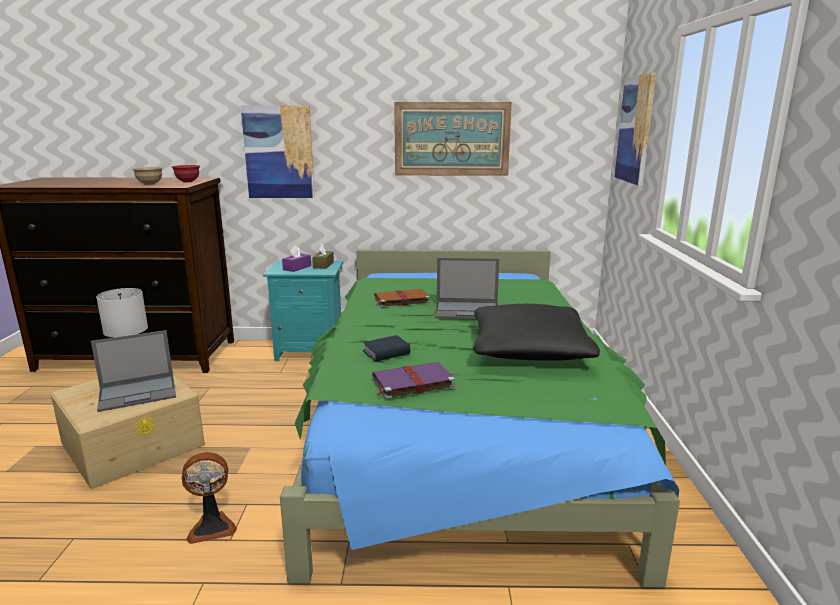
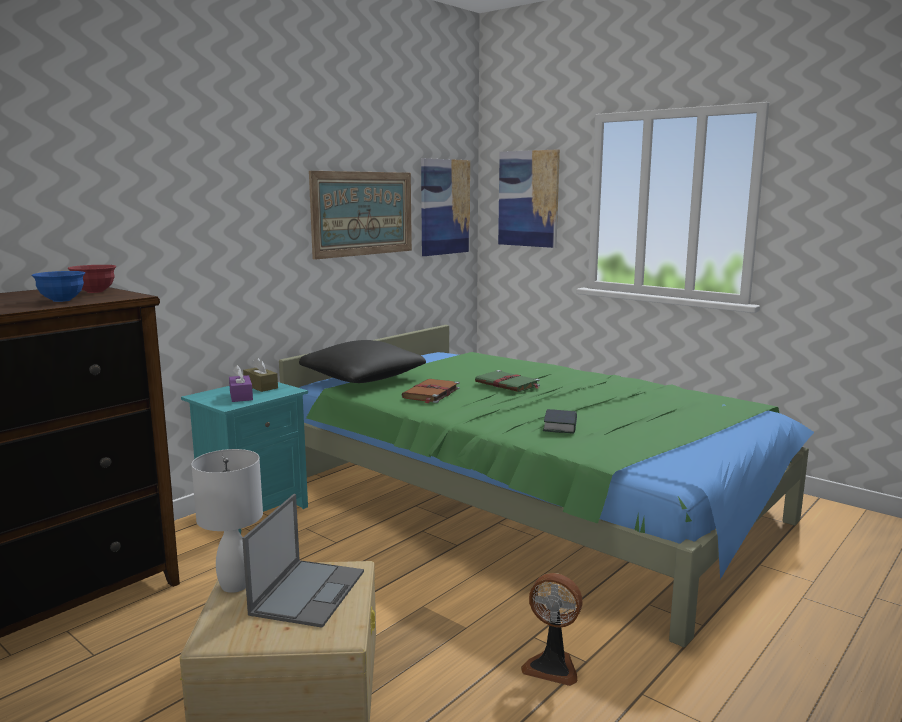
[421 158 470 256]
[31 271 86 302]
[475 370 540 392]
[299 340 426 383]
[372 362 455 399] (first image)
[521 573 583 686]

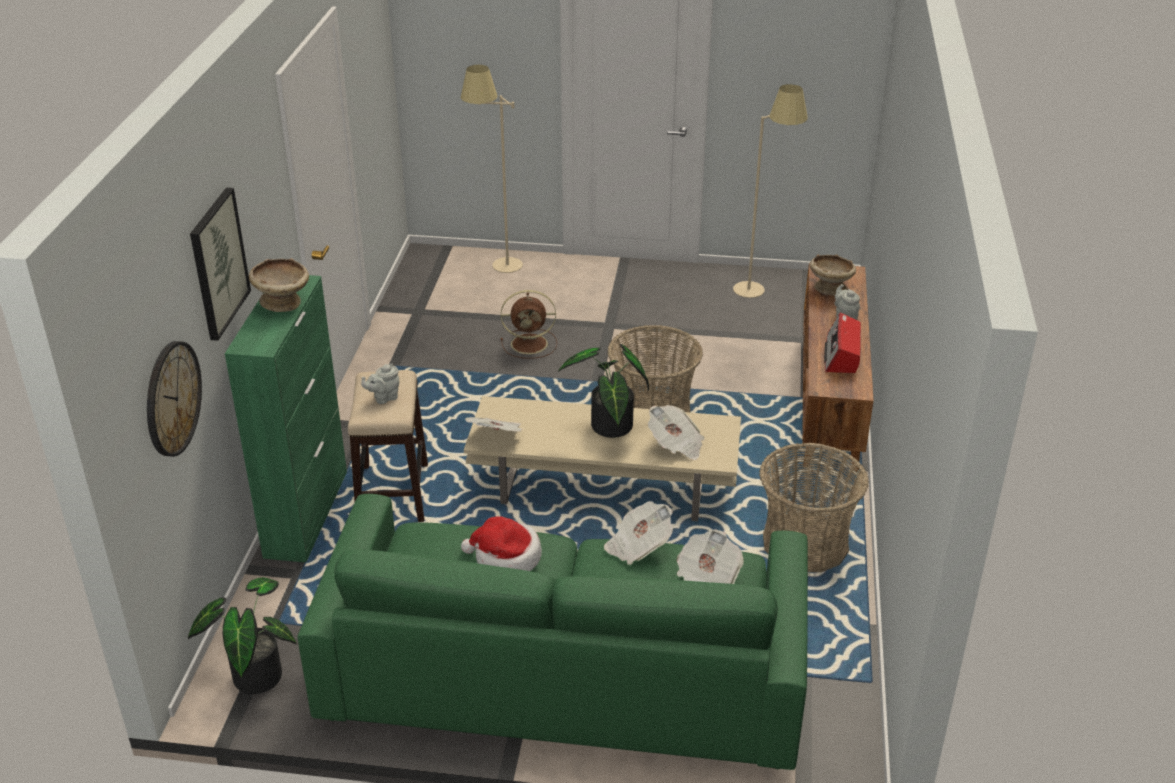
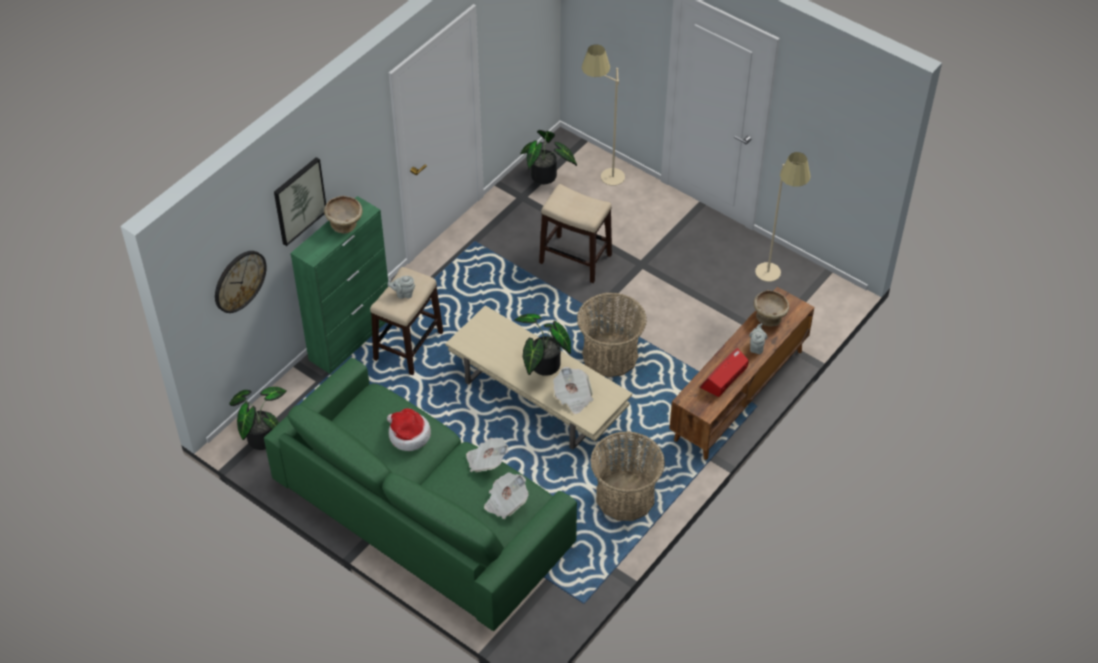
[539 184 612 283]
[465 417 523 432] (first image)
[520 130 577 184]

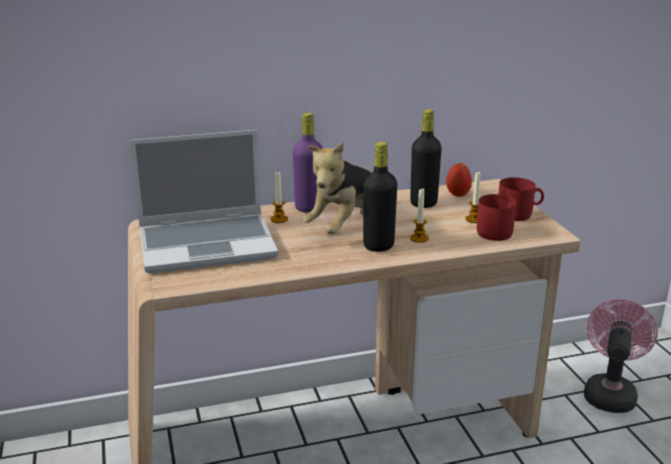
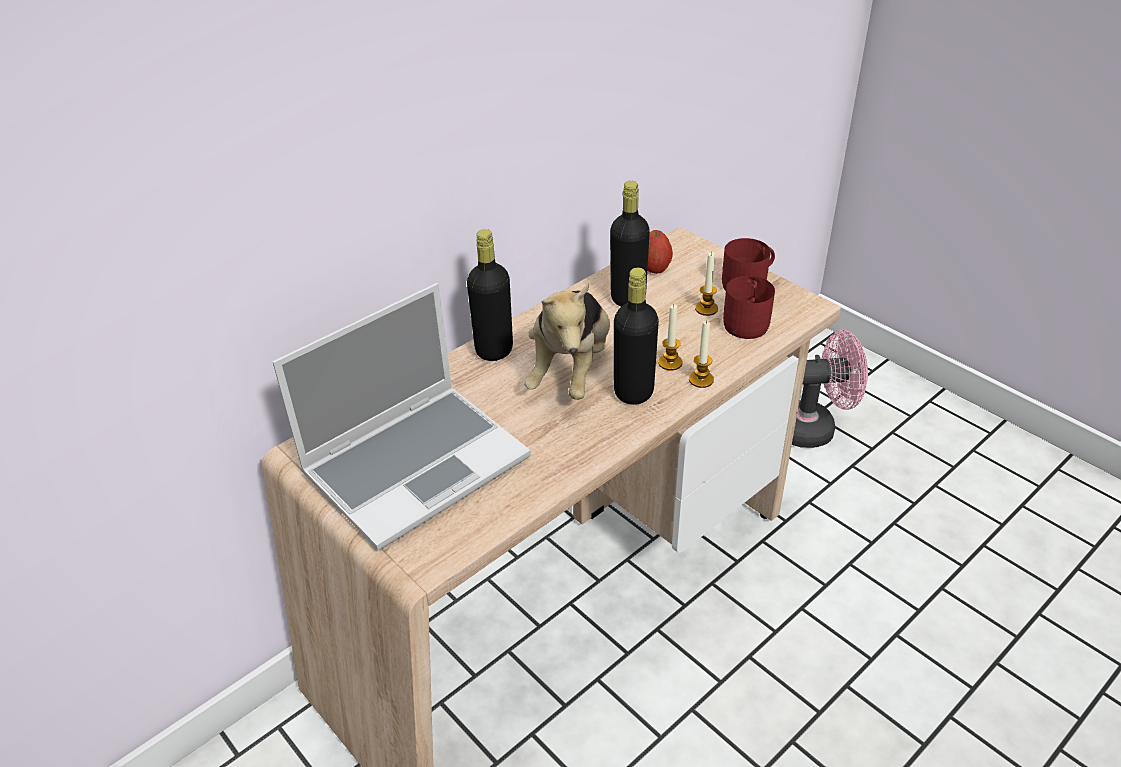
[467 229 513 361]
[689 320 714 388]
[792 330 868 448]

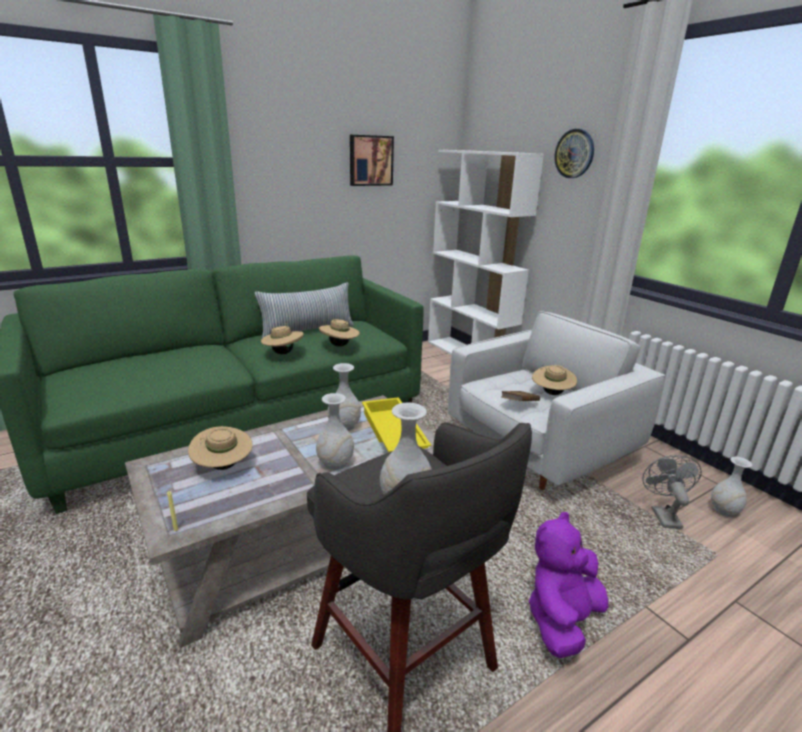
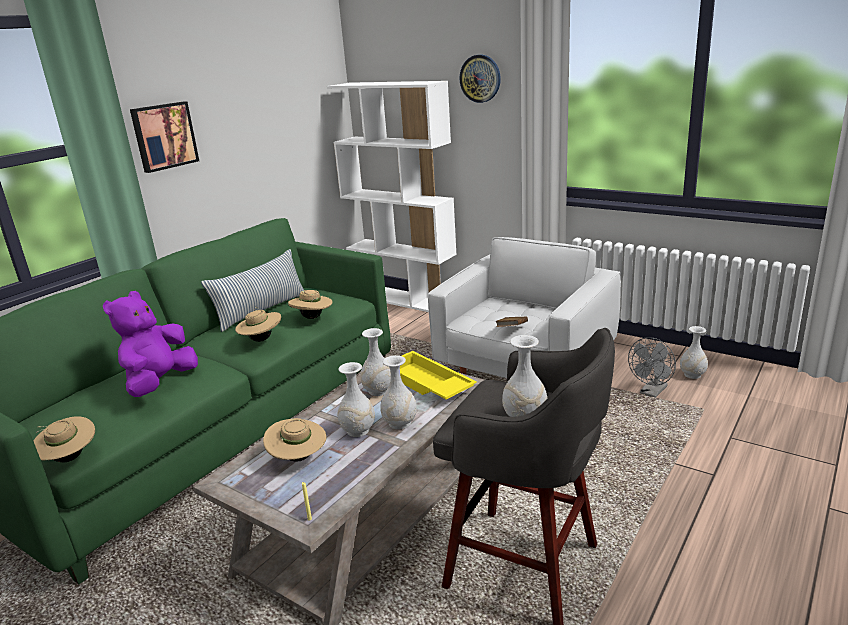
[130 102 199 173]
[33 416 95 463]
[628 337 676 398]
[103 291 198 397]
[337 362 375 437]

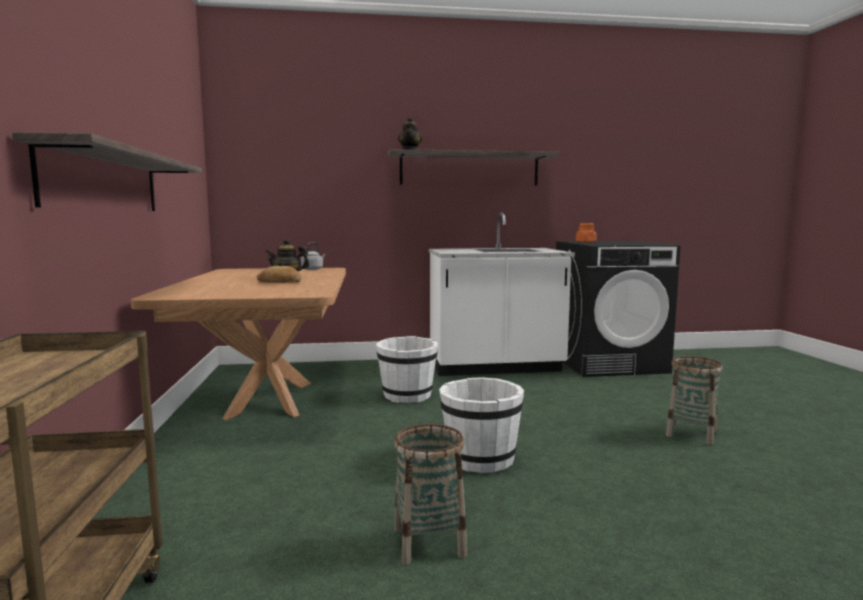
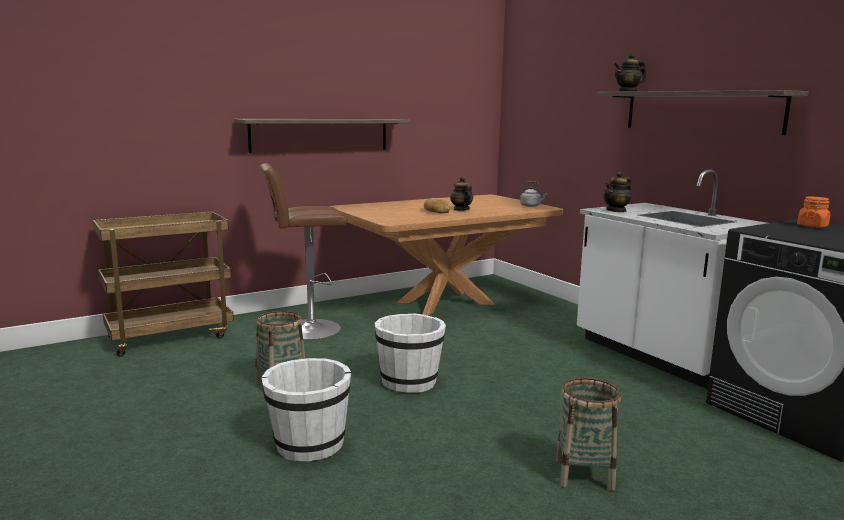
[261 358 351 461]
[260 163 347 340]
[603 171 631 212]

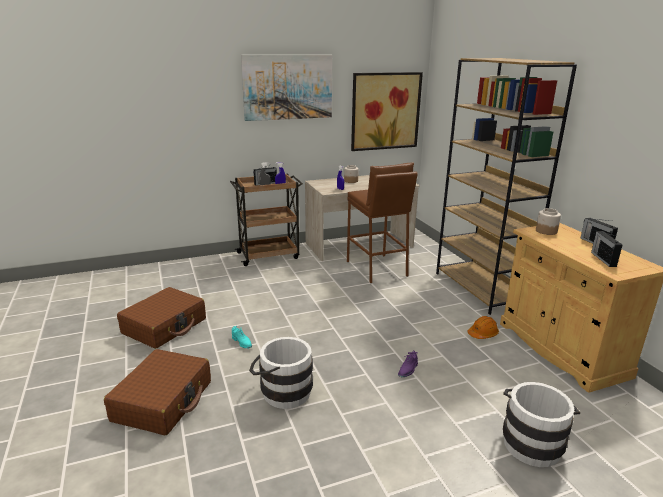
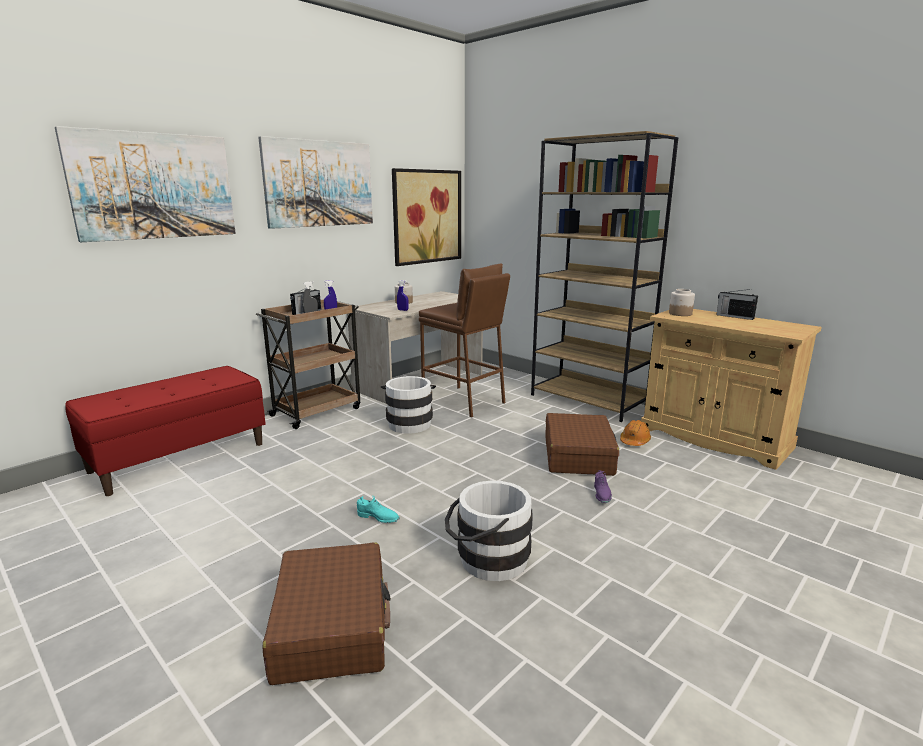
[591 231 623 267] (first image)
[545 413 619 476]
[381 376 436 434]
[55 126 236 242]
[65 366 266 496]

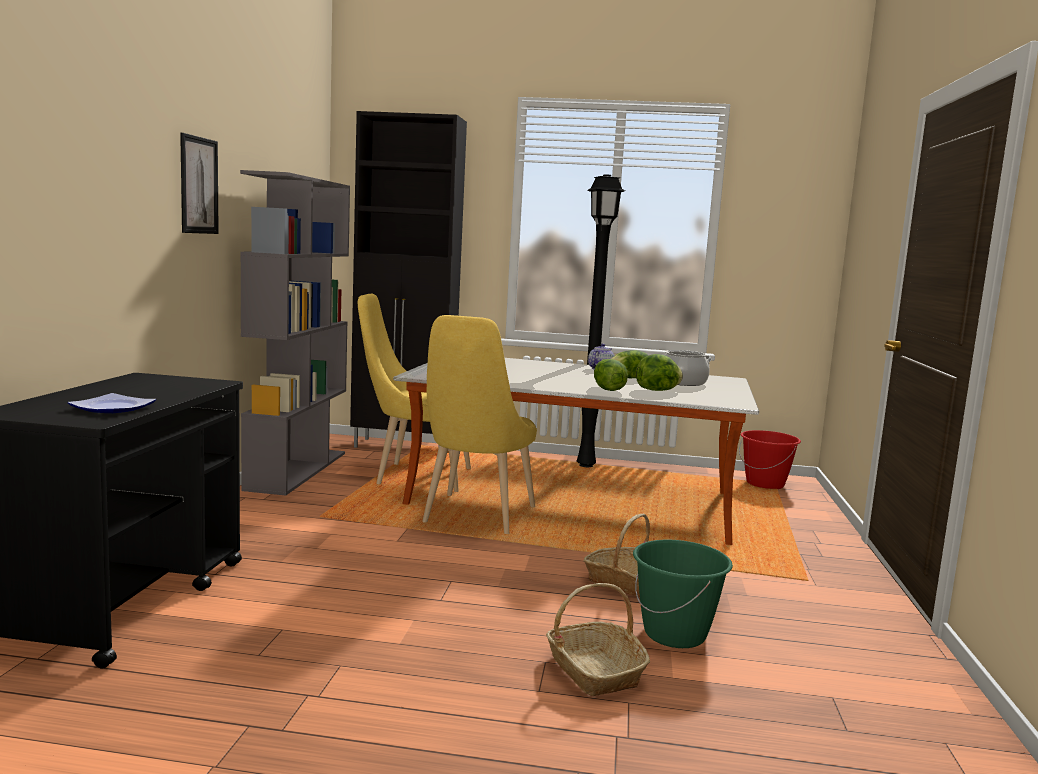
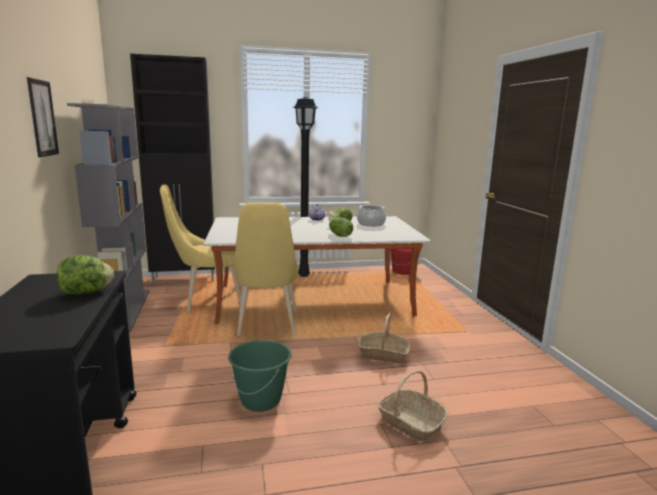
[57 255 114 294]
[68 393 156 413] (first image)
[228 340 292 412]

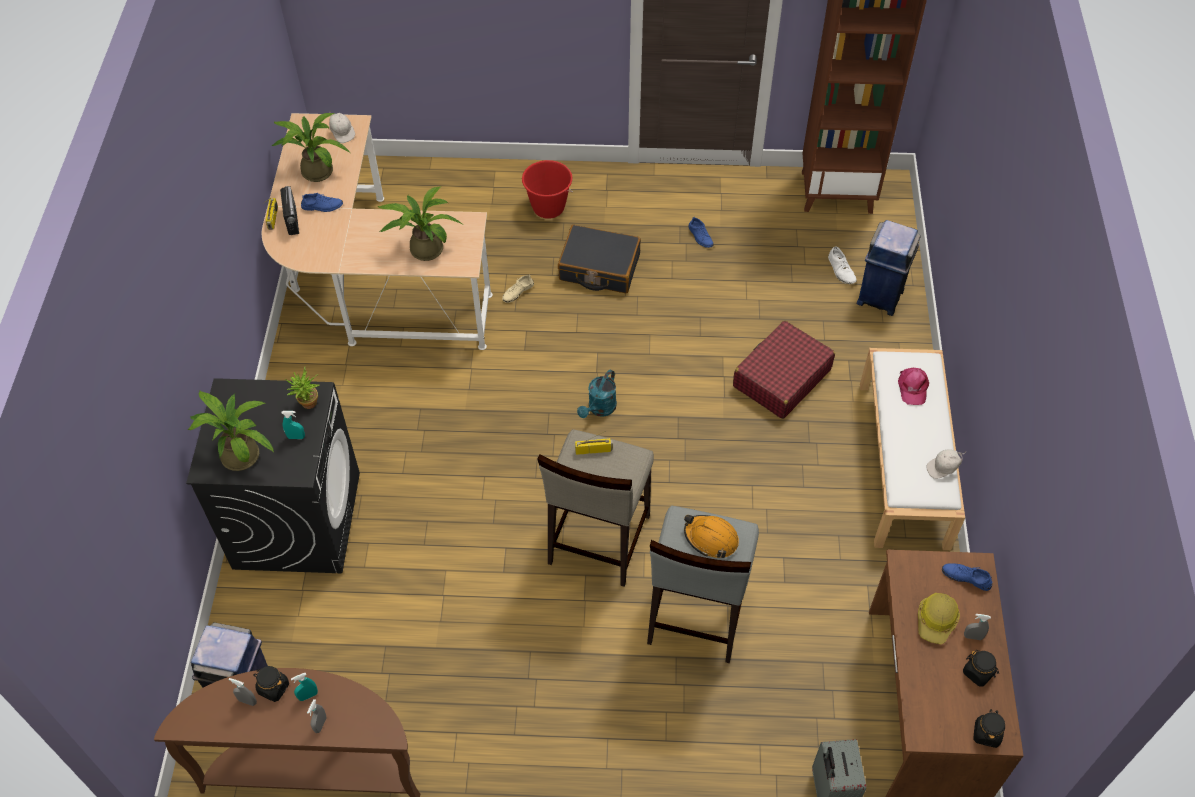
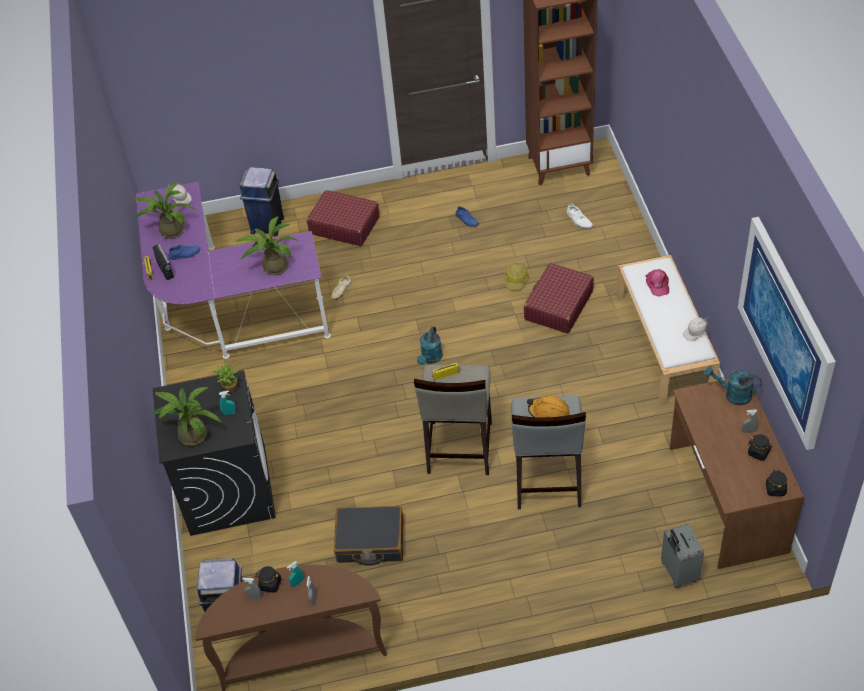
[136 182 331 359]
[307 190 380 246]
[239 167 284 236]
[334 506 403 566]
[704 366 761 405]
[505 263 529 290]
[738 217 836 450]

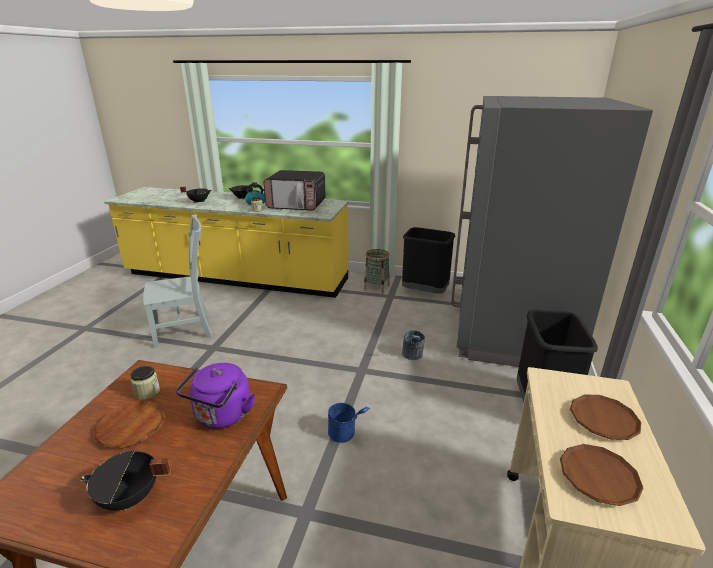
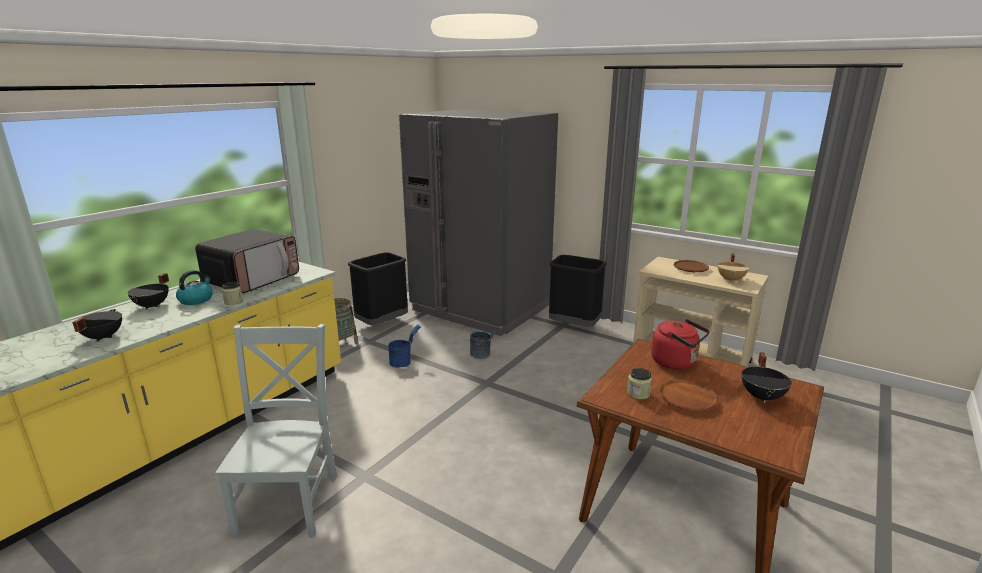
[651 319 710 369]
[388 324 421 368]
[718 253 749 282]

